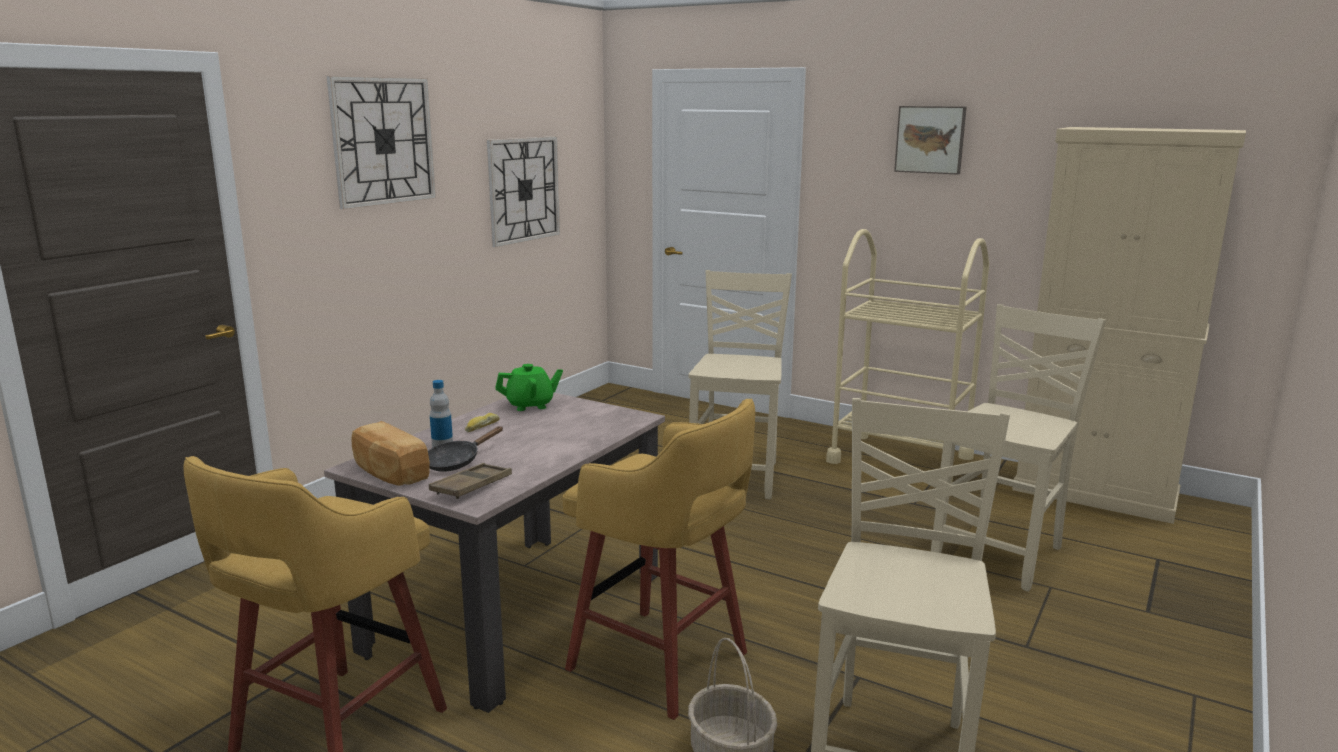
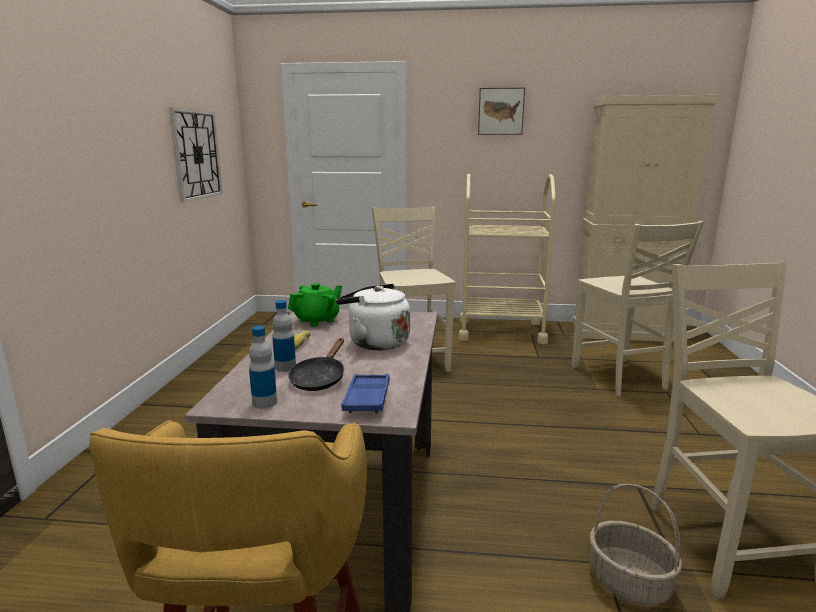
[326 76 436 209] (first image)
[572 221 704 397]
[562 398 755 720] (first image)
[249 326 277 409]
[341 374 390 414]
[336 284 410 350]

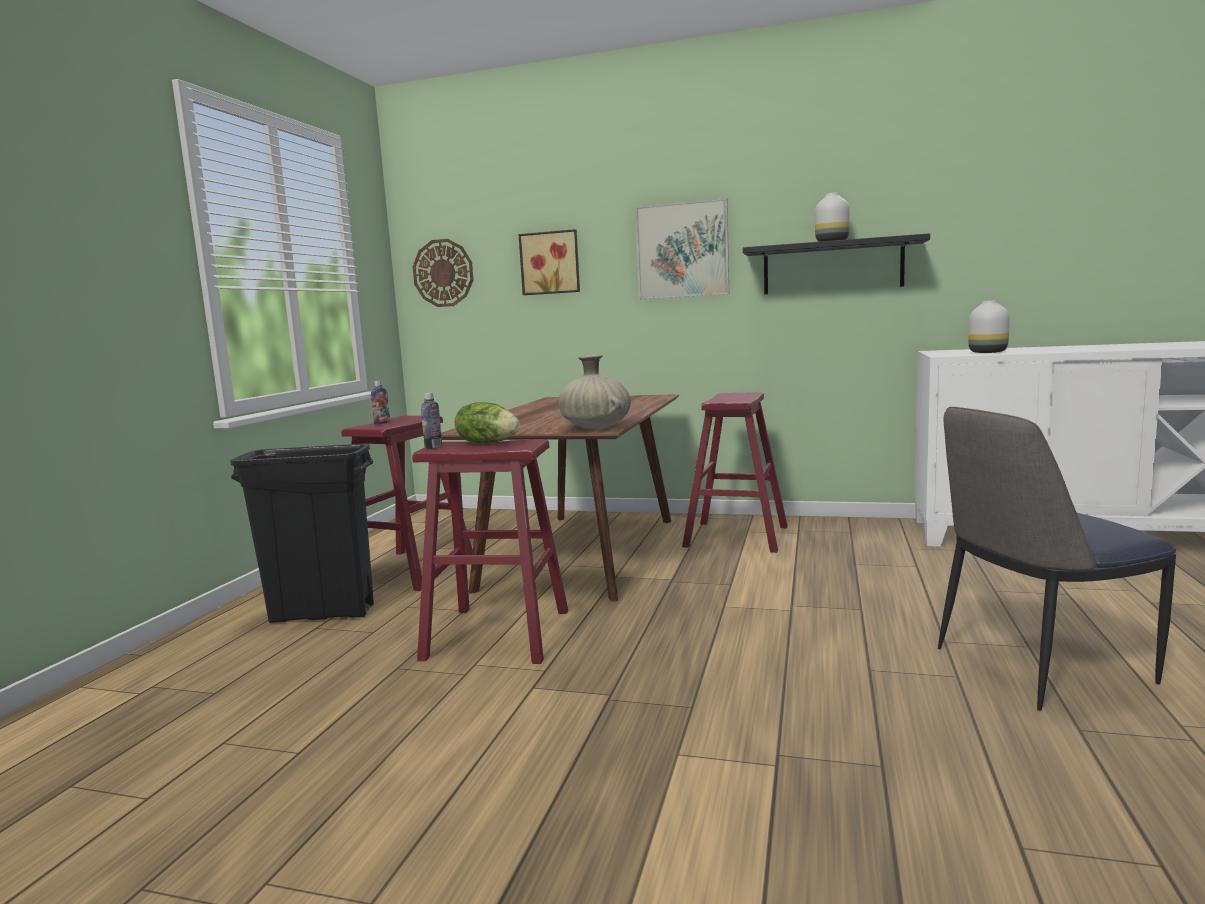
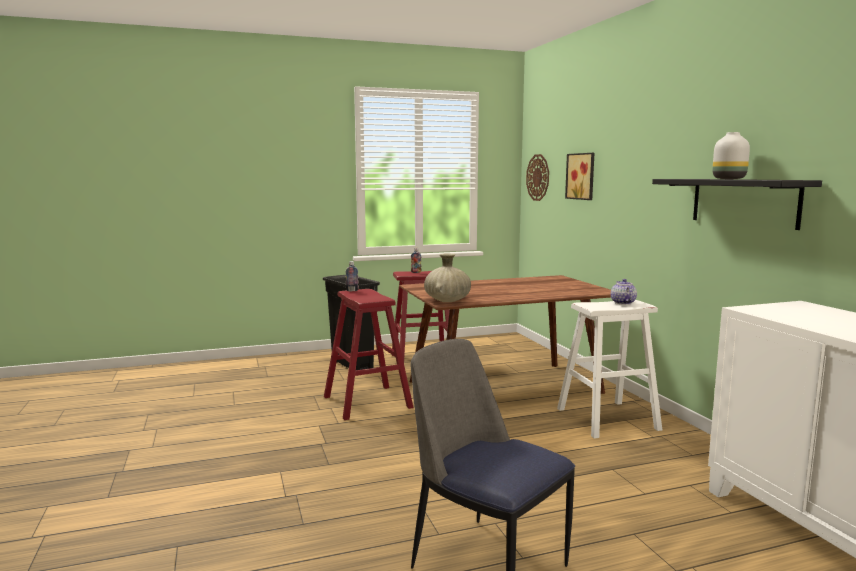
[635 198 729 299] (first image)
[968 300 1010 353] (first image)
[557 300 662 439]
[454 402 520 443] (first image)
[611 279 637 305]

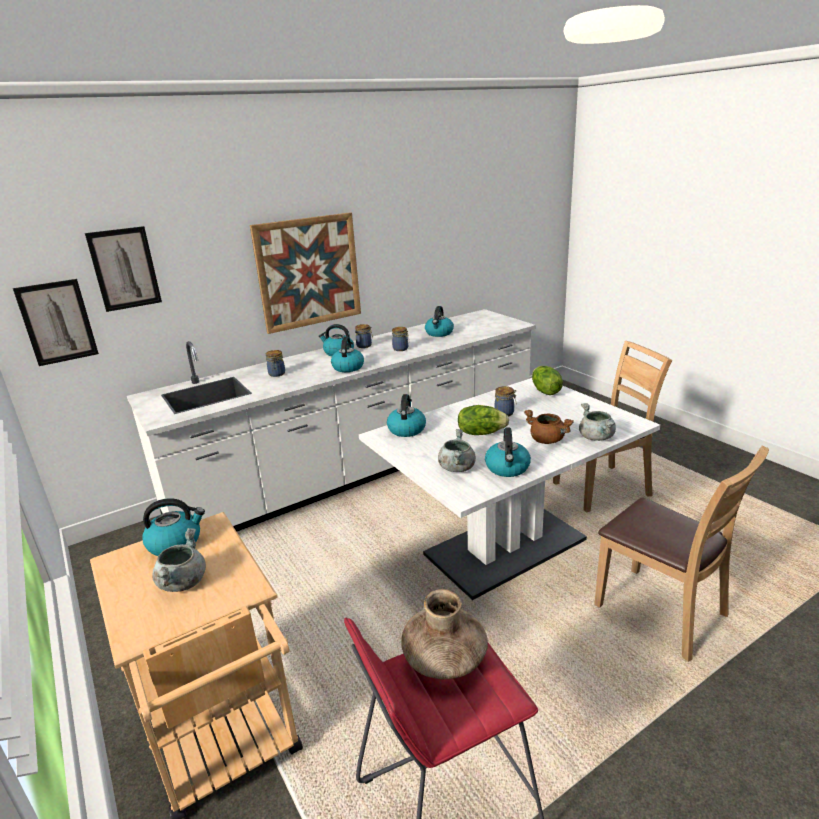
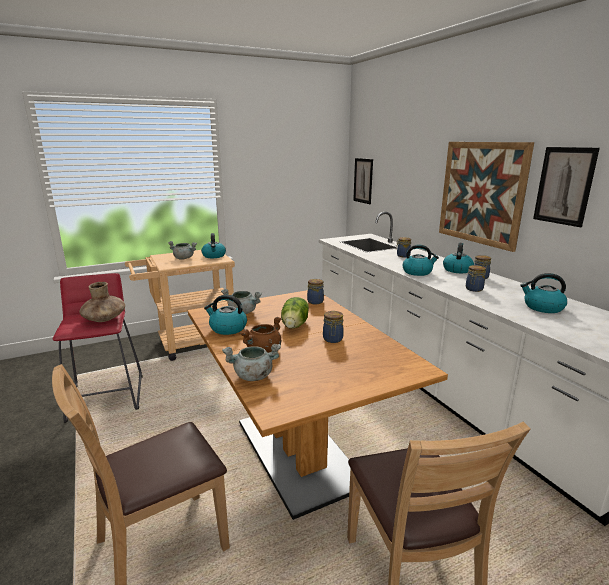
[533 147 600 227]
[532 366 563 395] (first image)
[188 290 448 520]
[307 279 324 304]

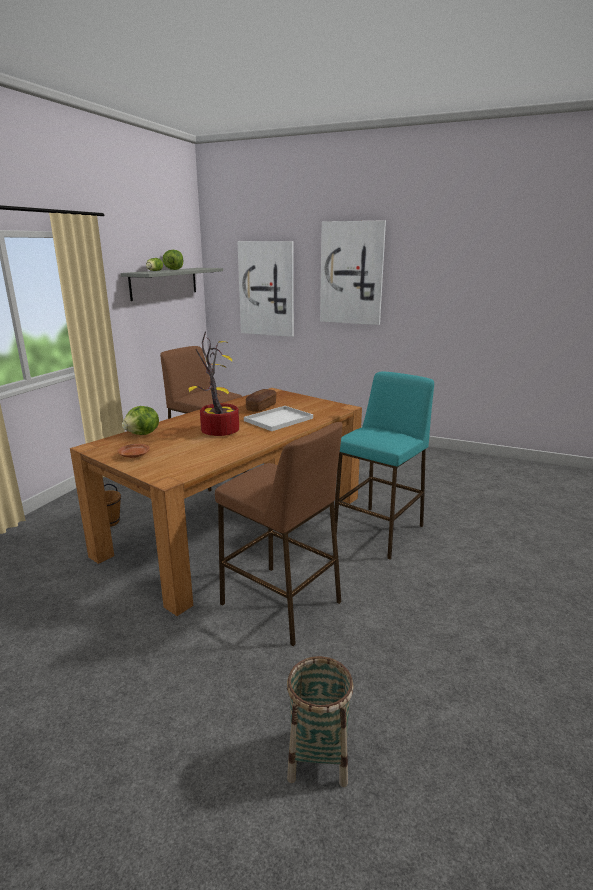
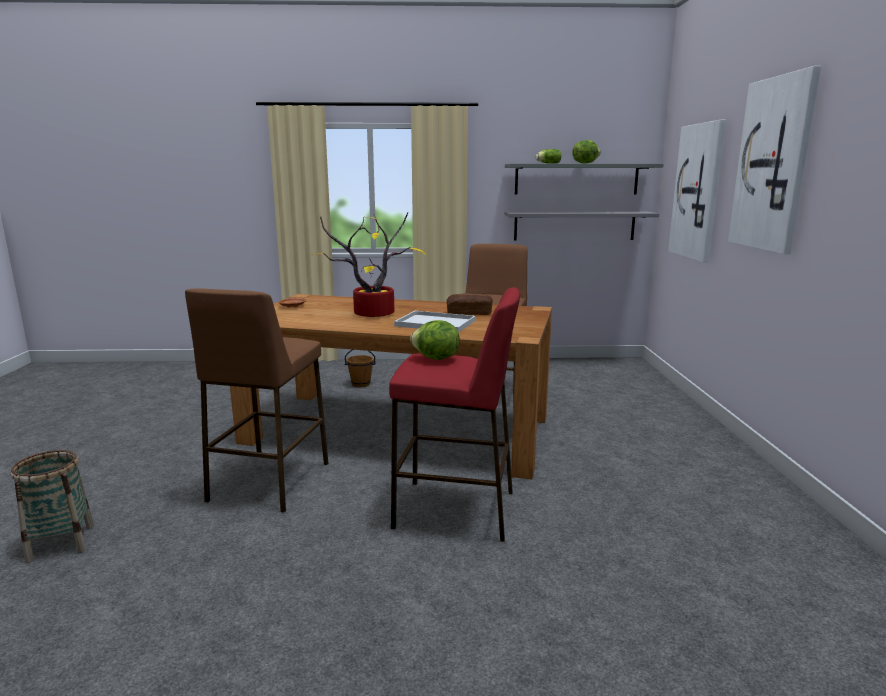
[389 287 520 542]
[410 320 460 360]
[504 211 659 241]

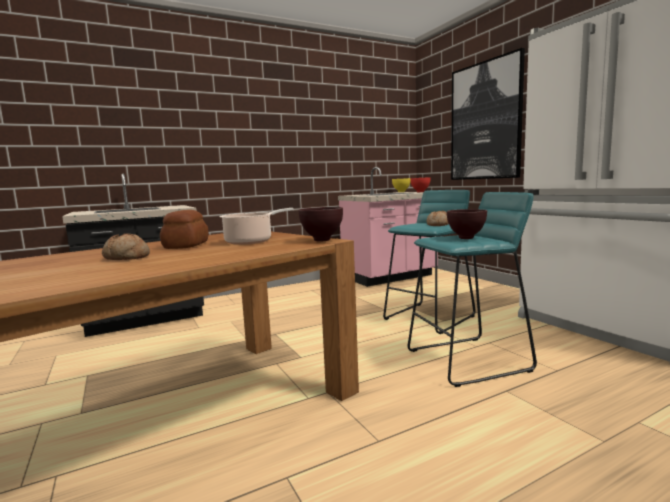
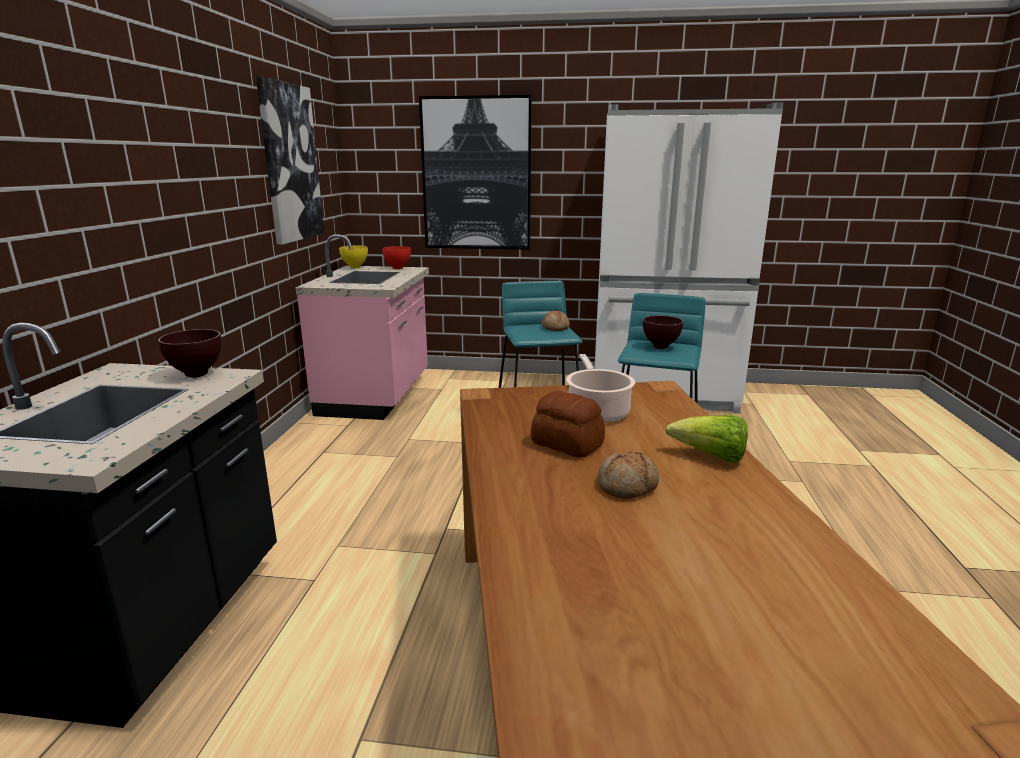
[158 329 222 378]
[256 76 324 245]
[665 415 748 463]

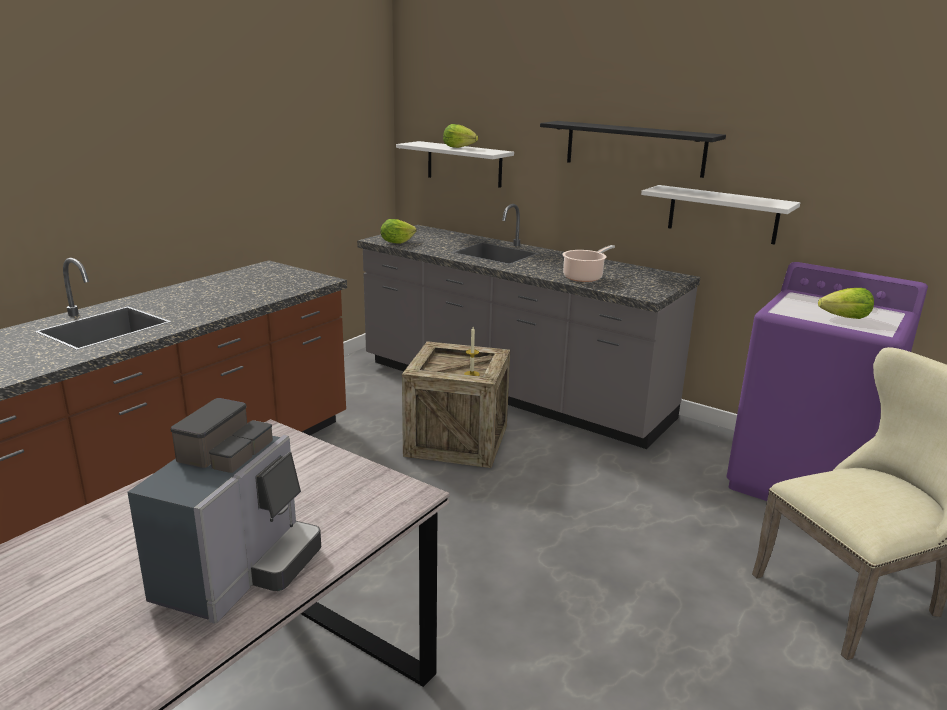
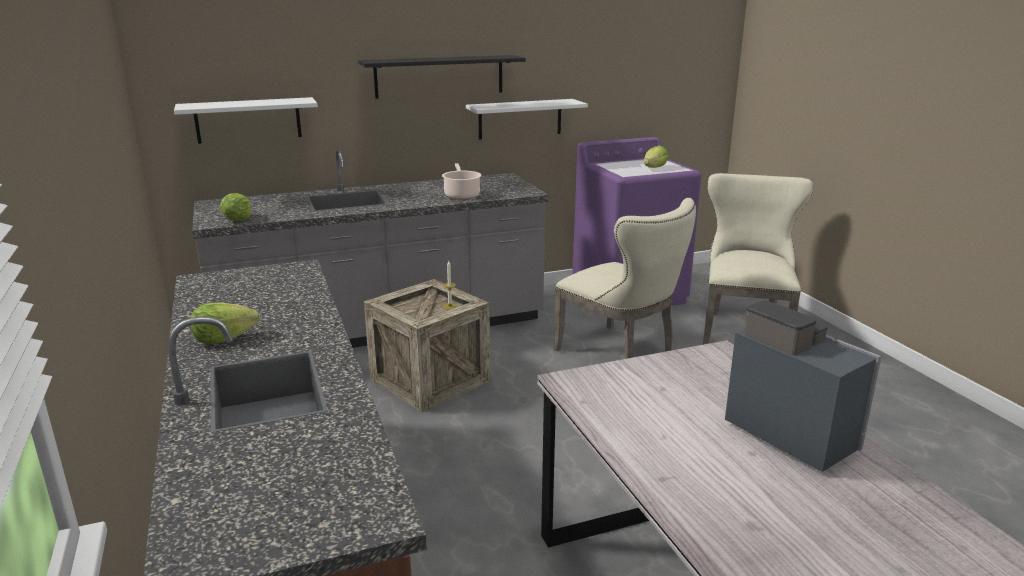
[191 303 260 344]
[554 198 696 359]

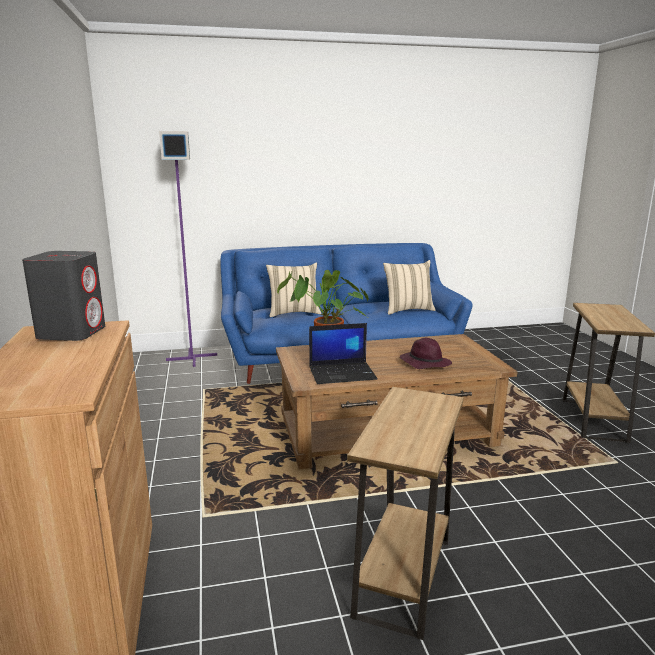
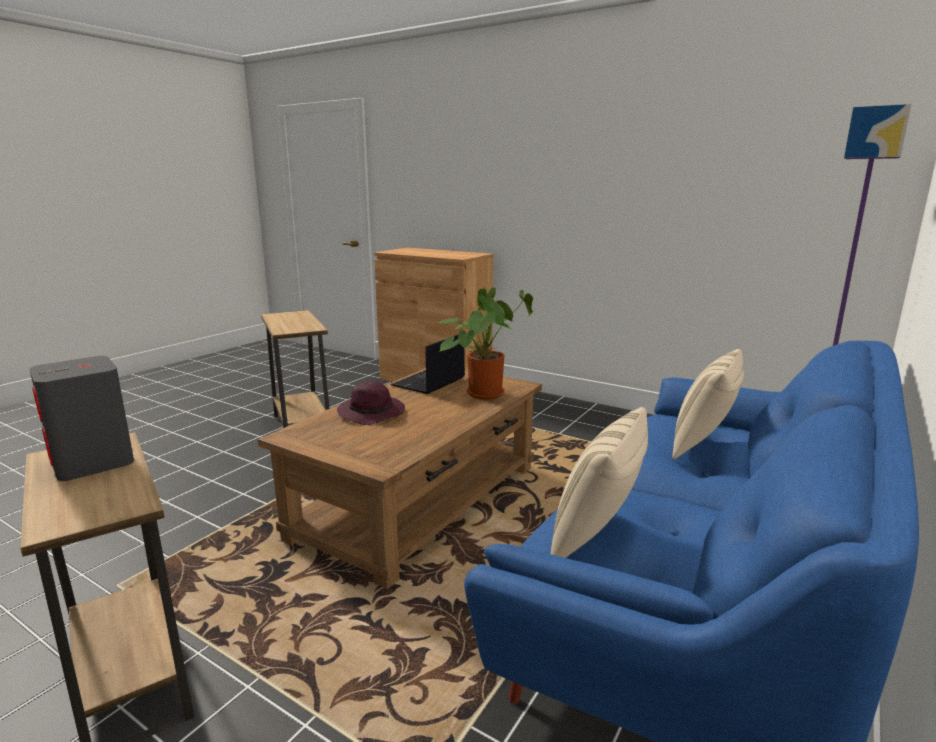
[29 356 134 481]

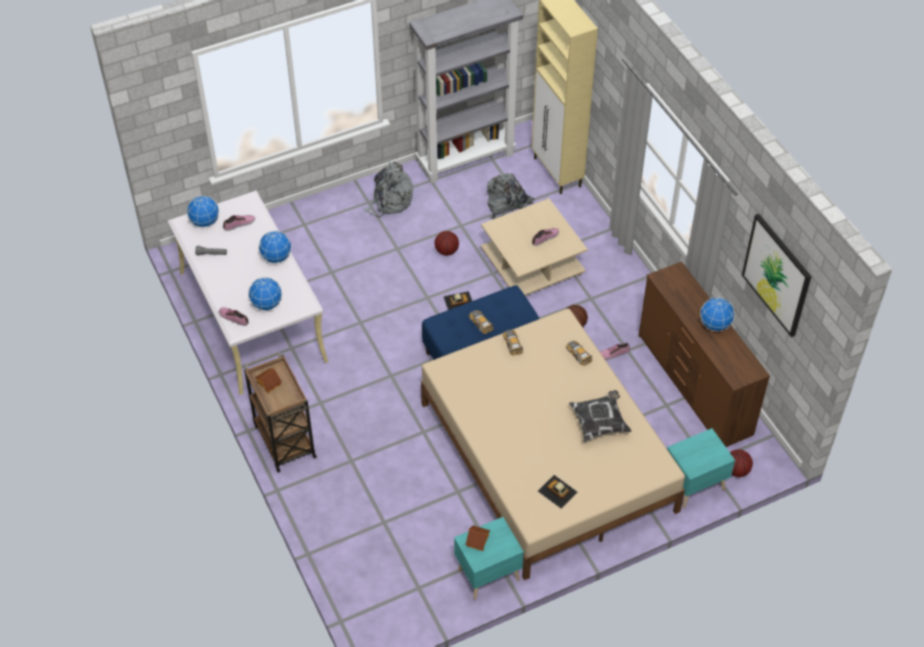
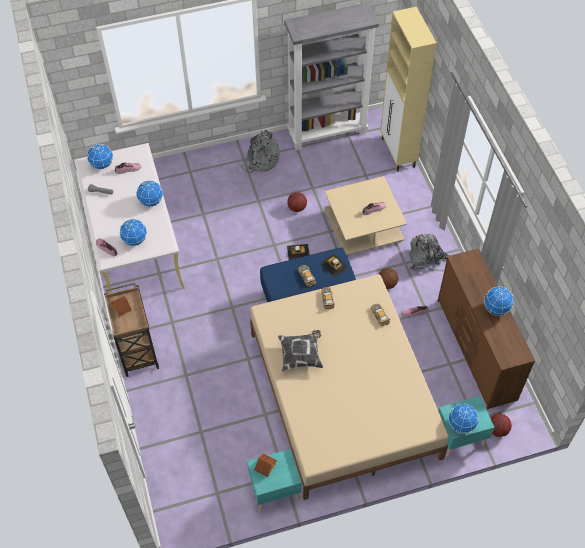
[409 234 450 271]
[742 214 811 337] (first image)
[278 330 323 371]
[320 253 349 278]
[449 404 479 434]

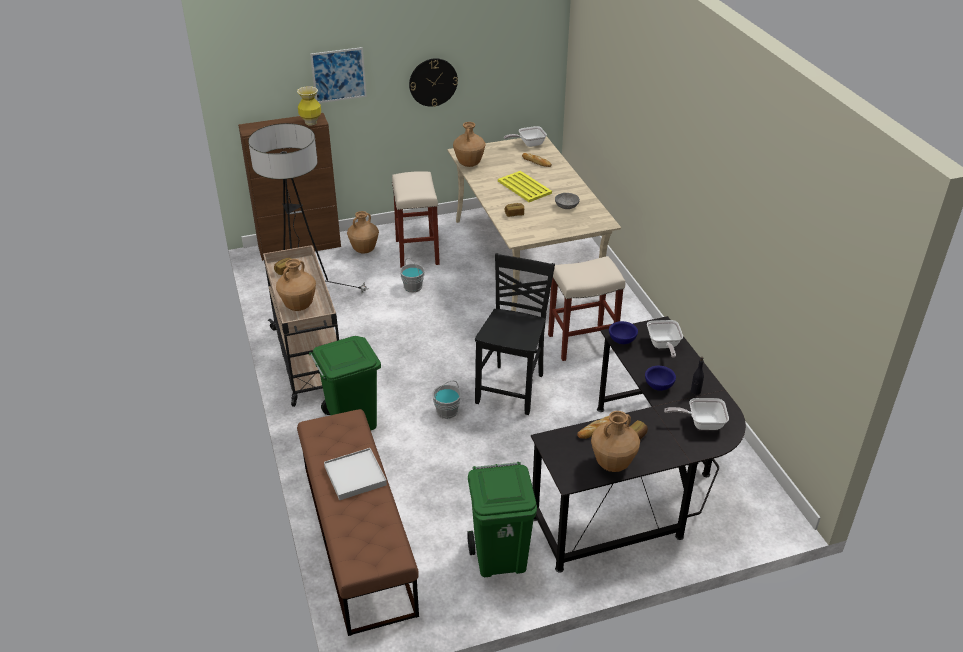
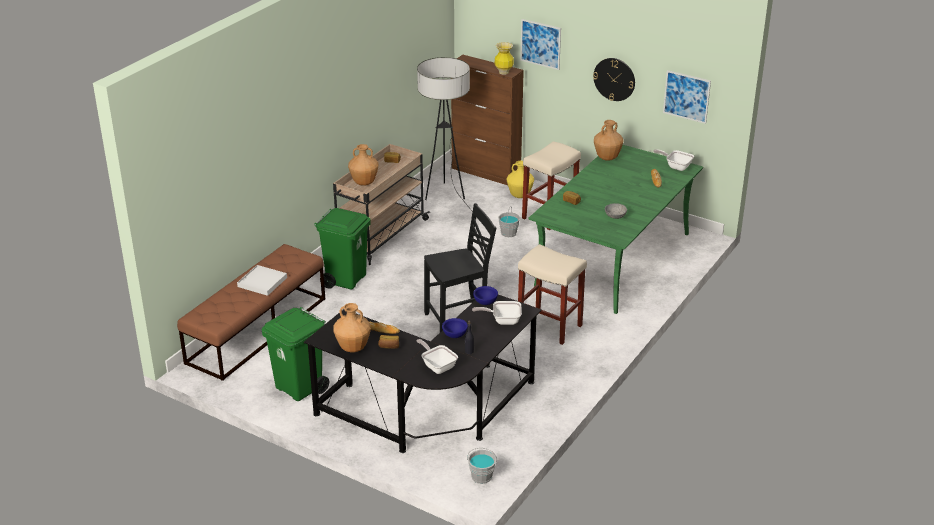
[528 145 703 314]
[498 171 552 202] (first image)
[507 161 534 198]
[472 301 522 325]
[467 448 497 484]
[663 70 711 124]

